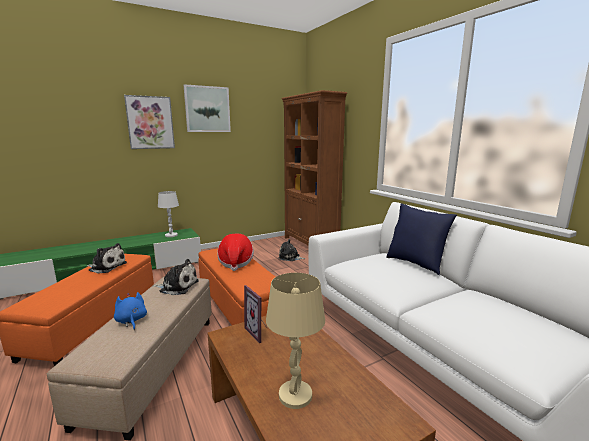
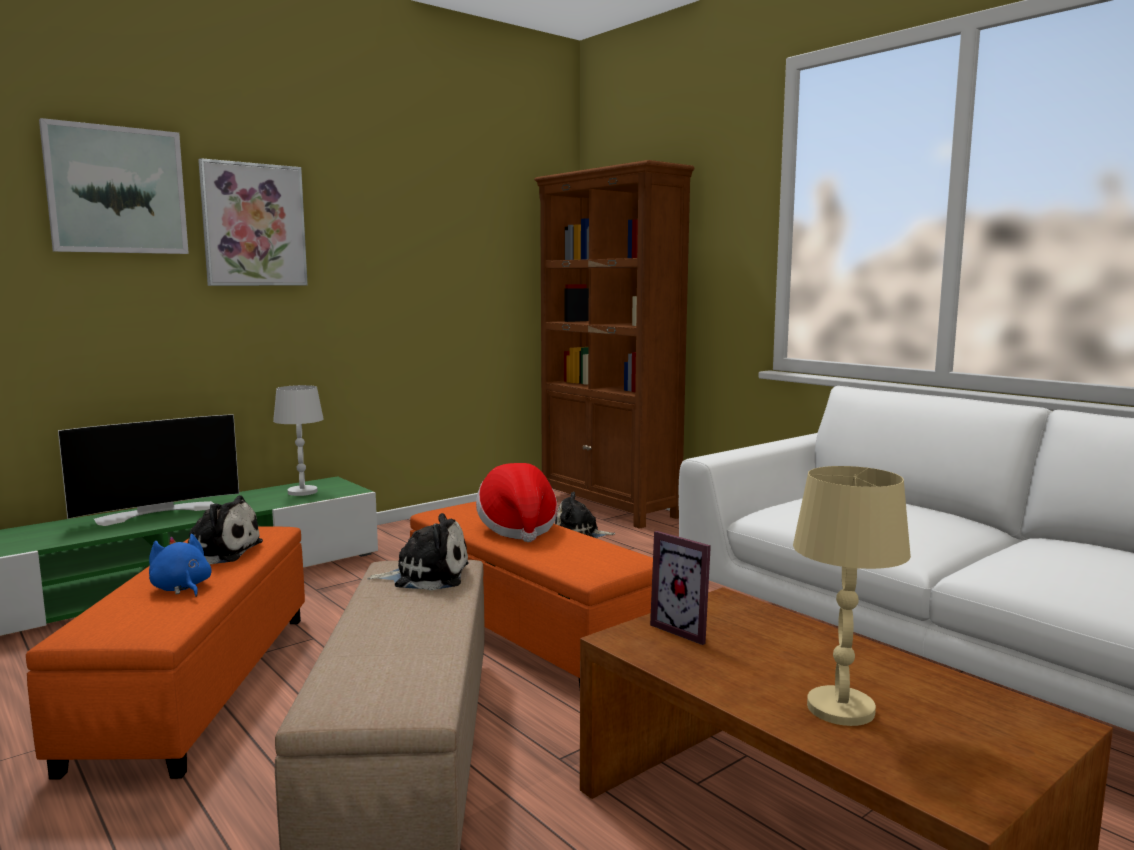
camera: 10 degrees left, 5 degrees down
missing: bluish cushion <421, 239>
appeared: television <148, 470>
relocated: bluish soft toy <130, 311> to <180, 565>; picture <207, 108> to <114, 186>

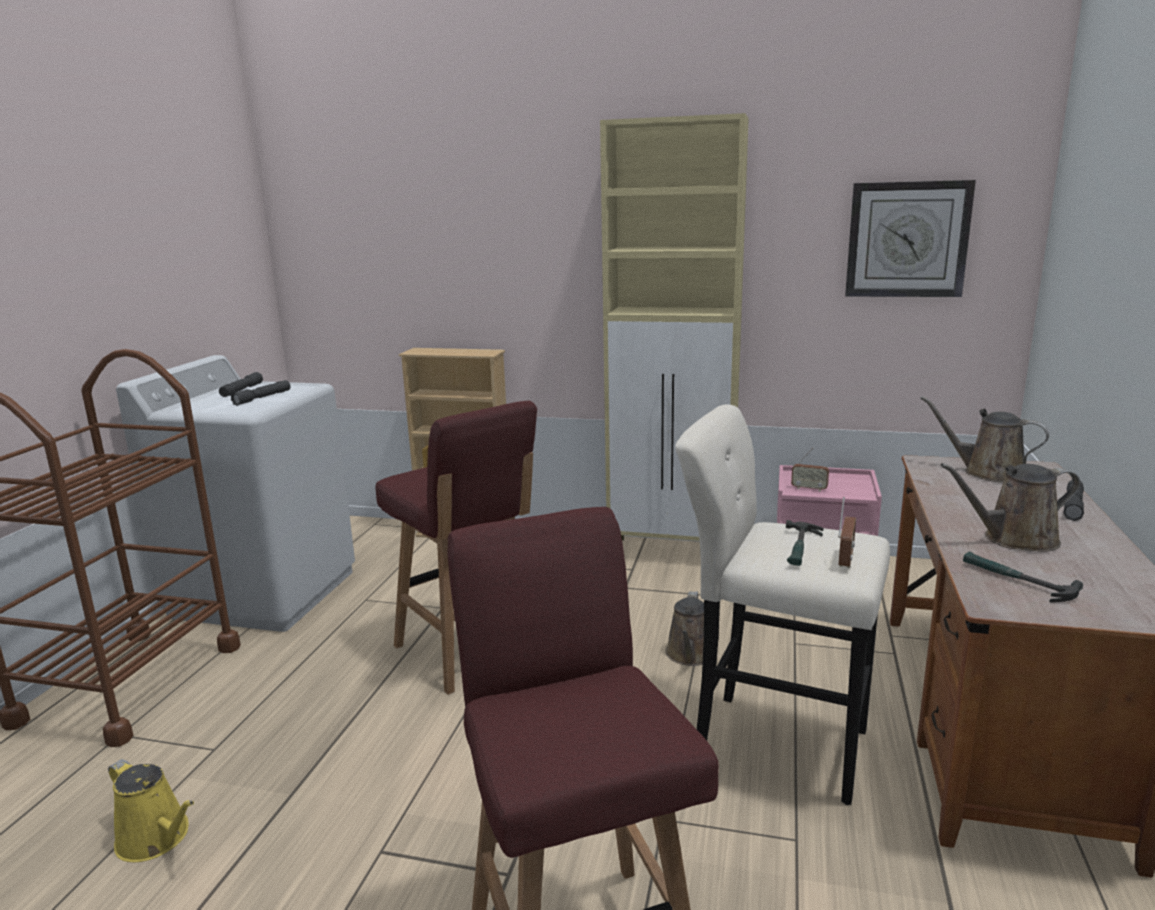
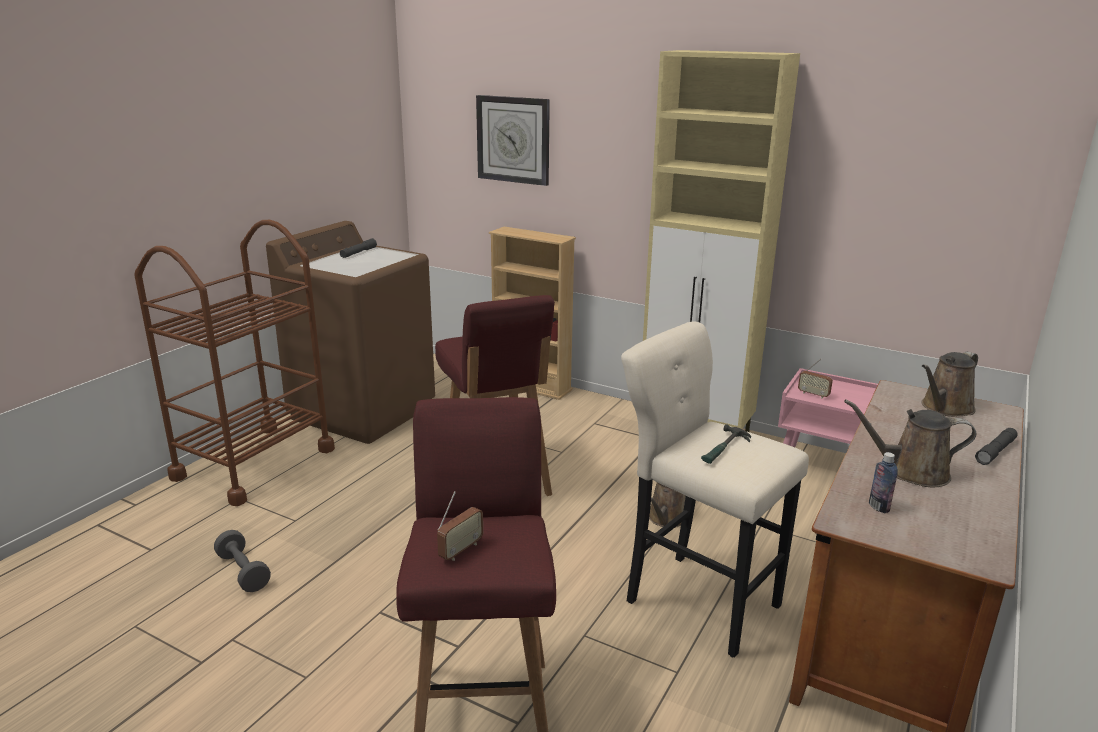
camera: 15 degrees right, 5 degrees up
missing: gray flashlight <260, 393>
relocated: radio <847, 532> to <460, 526>; clock on the wall <910, 238> to <513, 140>
exchanged: yellow-coloured watering can <151, 810> to gray dumbbell <242, 561>; hand hammer <1023, 577> to bottle <883, 482>
colour: white-coloured laundry appliance <235, 493> to brown-coloured laundry appliance <350, 332>
spun: brown-coloured watering can <984, 439> = <950, 384> 90 degrees counterclockwise

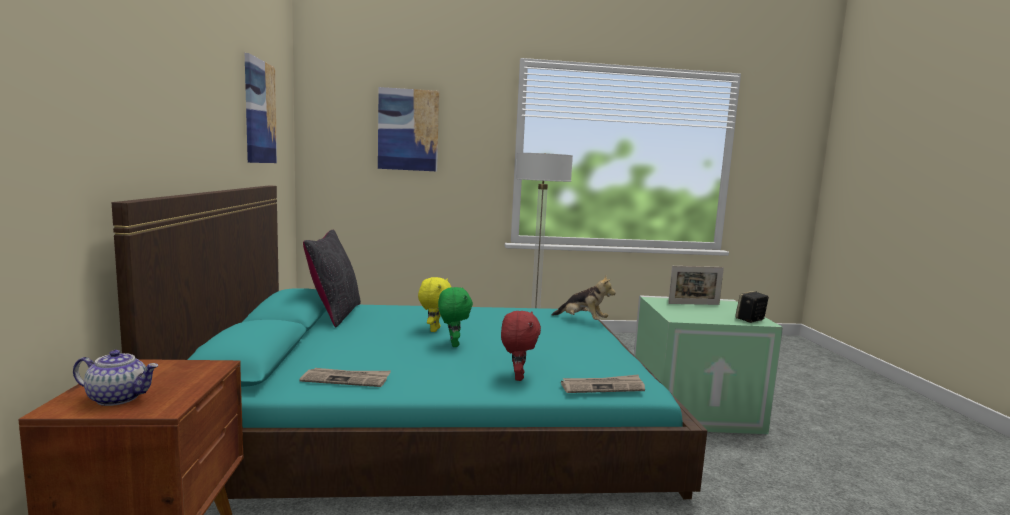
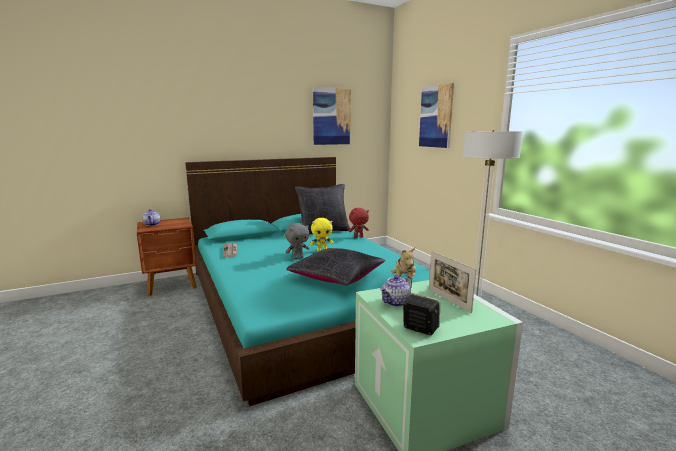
camera: 70 degrees right, 5 degrees up
missing: newspaper <603, 384>
appeared: black cushion <335, 266>; teapot <396, 291>
relocated: red soft toy <521, 346> to <359, 223>
colour: greenish soft toy <455, 317> to gray soft toy <297, 241>

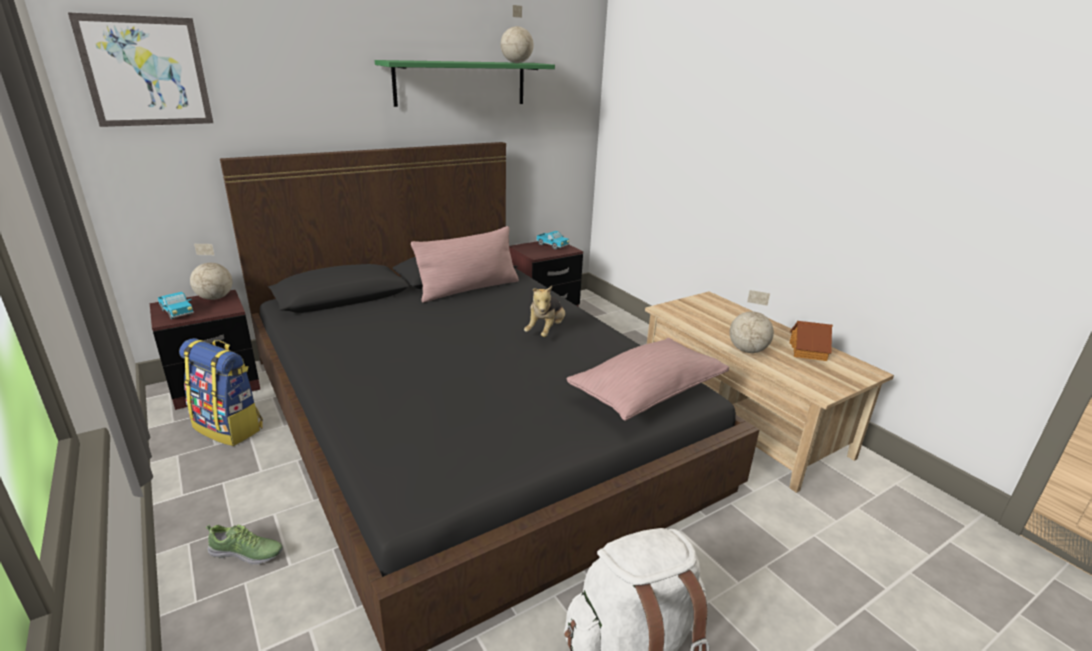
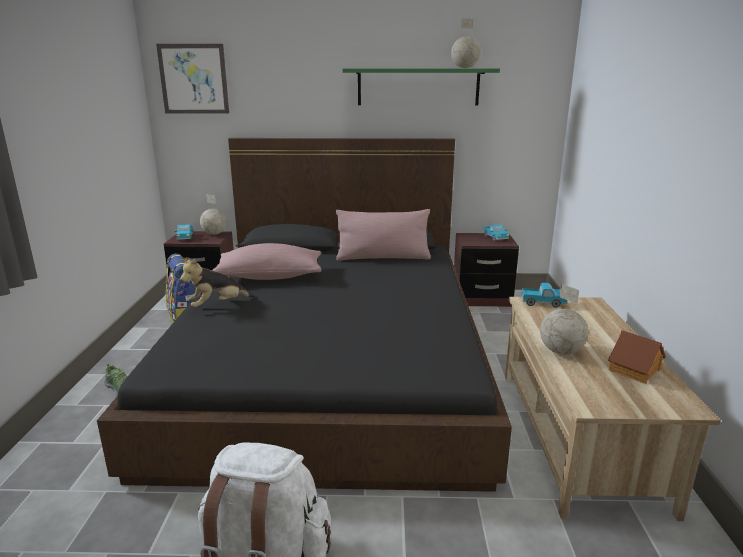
camera: 35 degrees right, 5 degrees down
appeared: toy lorry <544, 295>
relocated: soft toy <544, 311> to <216, 283>; pink-coloured cushion <647, 379> to <266, 261>

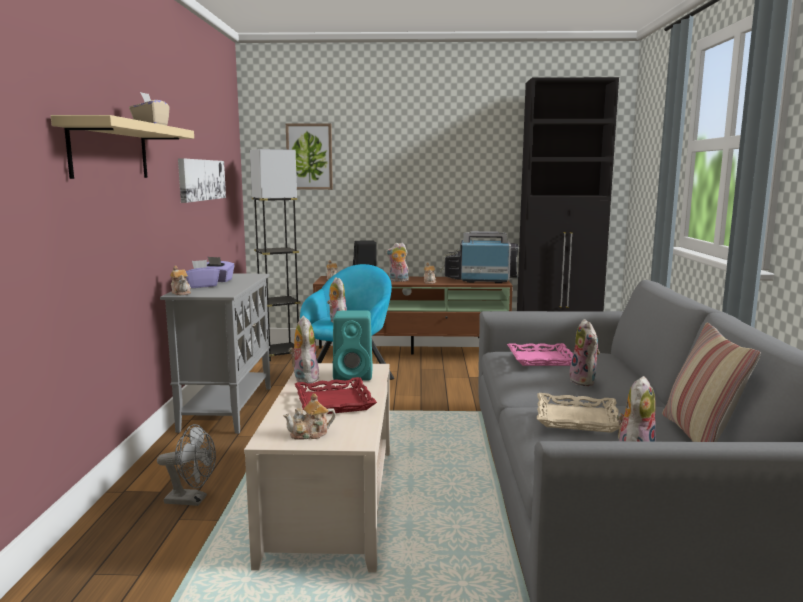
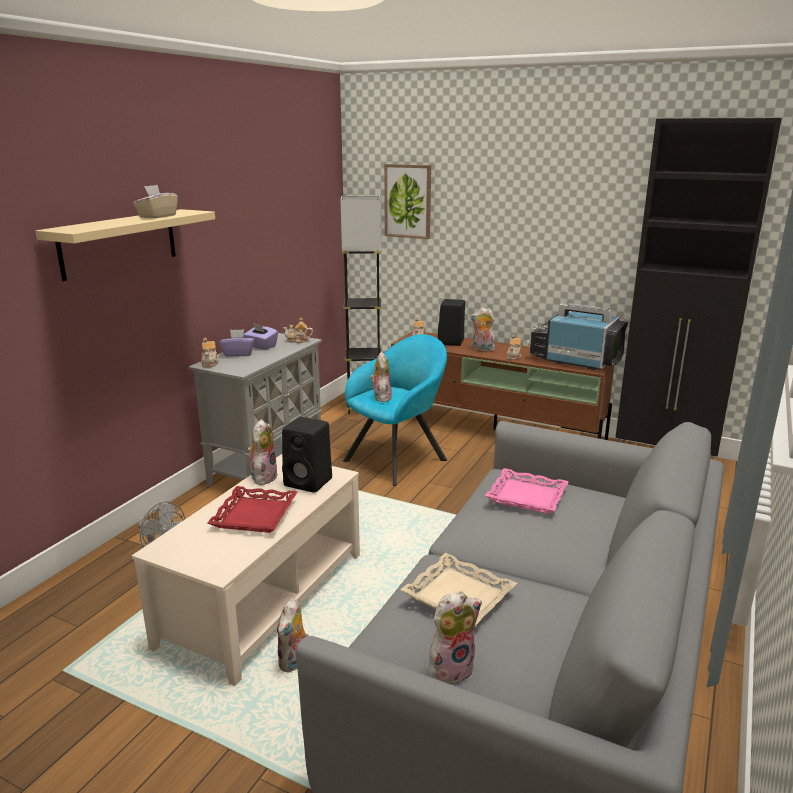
camera: 25 degrees right, 10 degrees up
missing: picture <202, 180>; cushion <711, 382>
relocated: teapot <309, 416> to <298, 330>; soft toy <584, 352> to <293, 635>
colour: turquoise-coloured speaker <353, 346> to black speaker <307, 455>

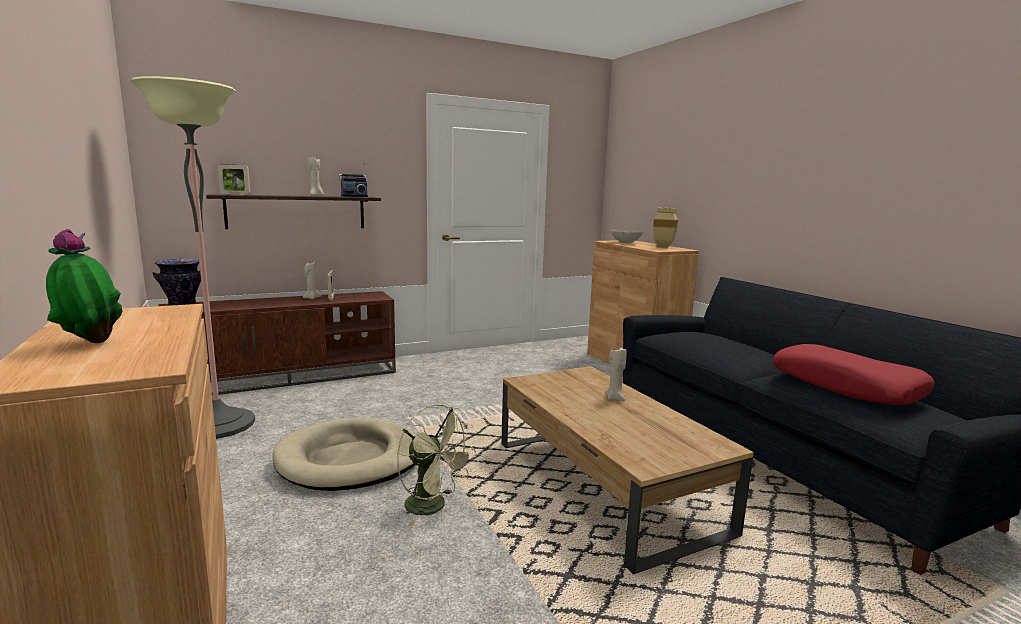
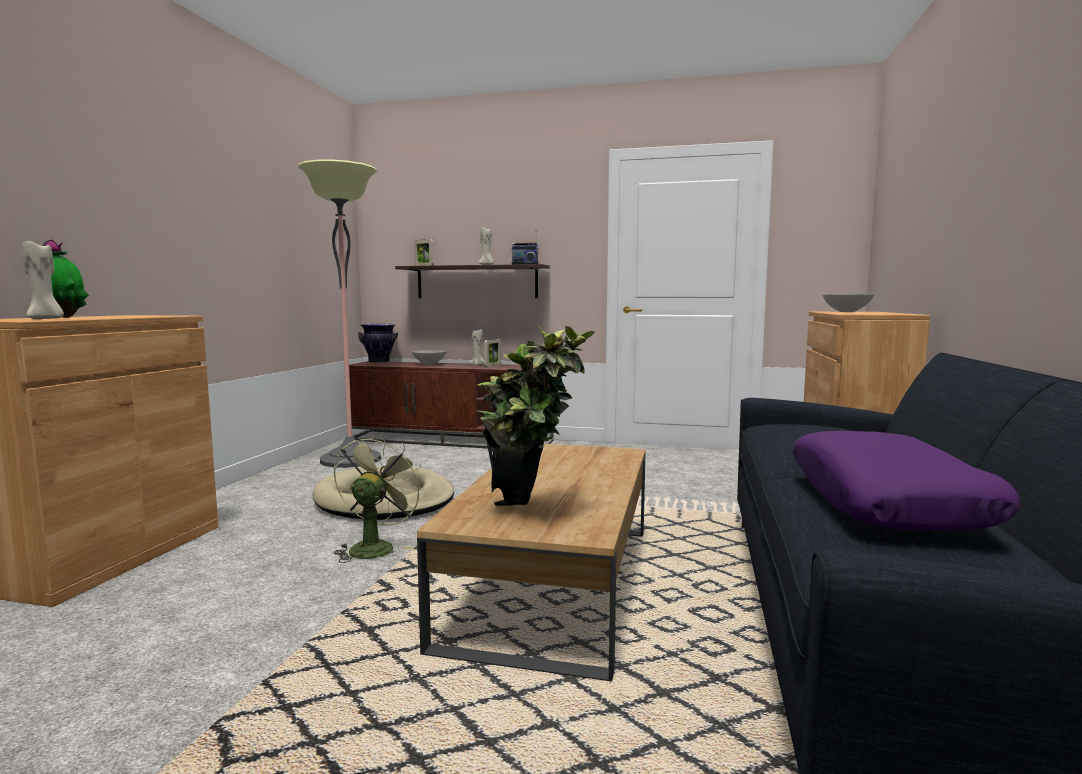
camera: 40 degrees right, 5 degrees down
missing: beige-coloured vase <665, 227>
appeared: white-coloured bowl <429, 357>; plant in a pot <536, 415>
relocated: beige-coloured wax candle <615, 373> to <43, 279>
colour: red cushion <853, 374> to purplish cushion <907, 480>
spun: greenish fan <436, 465> = <379, 498> 150 degrees counterclockwise

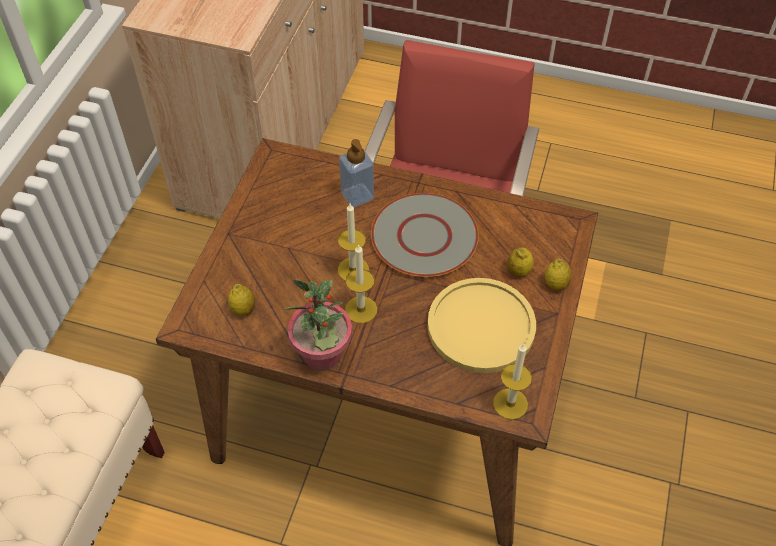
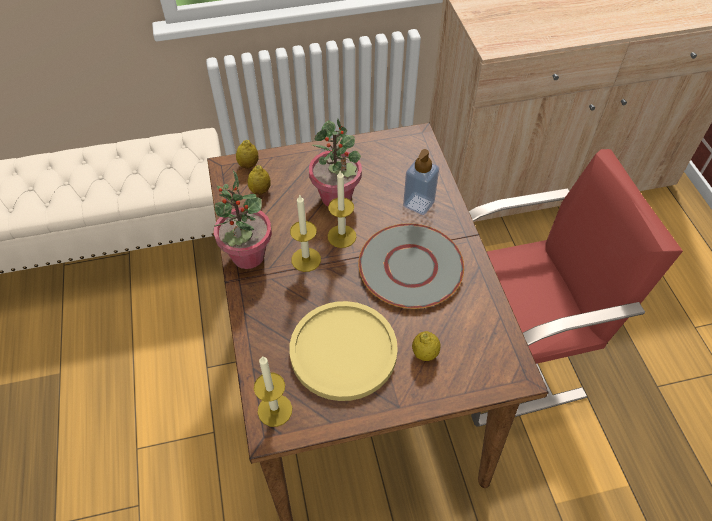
camera: 60 degrees right, 0 degrees up
appeared: plant in a pot <335, 162>
relocated: whole lemon <558, 274> to <247, 154>

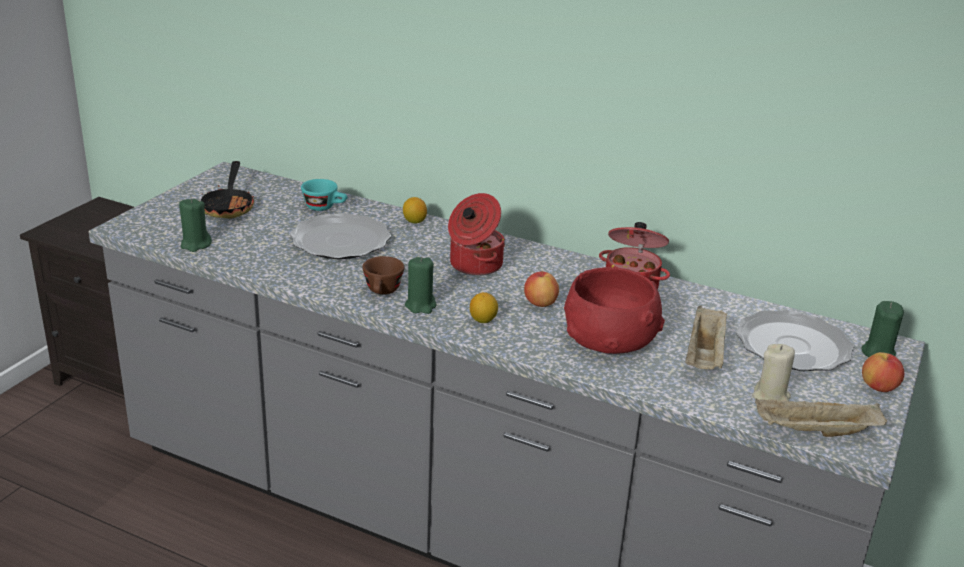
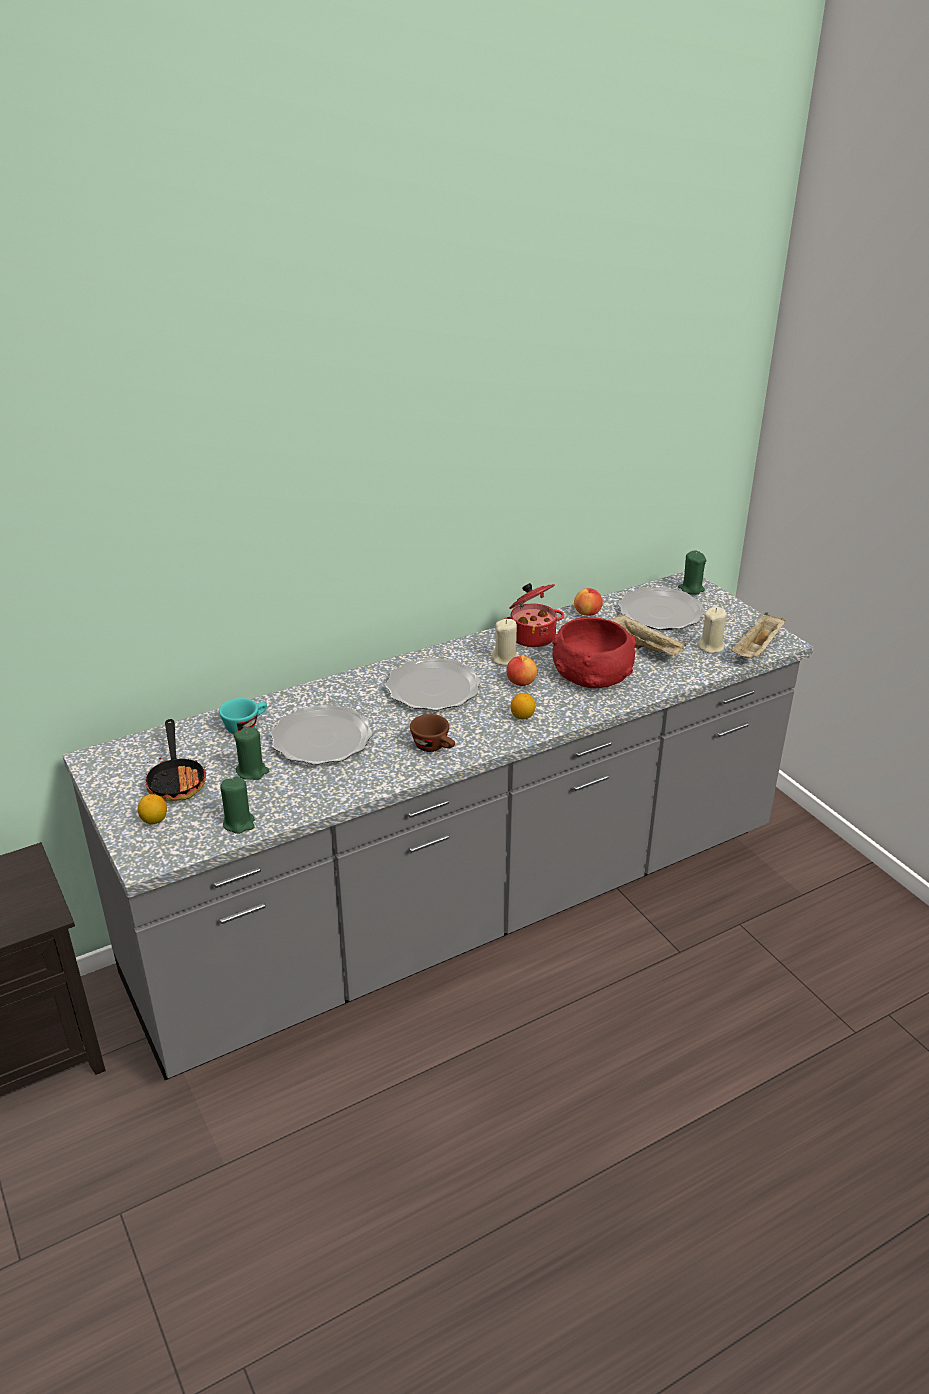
camera: 55 degrees left, 5 degrees up
appeared: beige-coloured wax candle <505, 642>
relocated: whole lemon <415, 210> to <152, 809>; greenish wax candle <421, 285> to <251, 753>; apple fruit <883, 372> to <588, 602>
exchanged: cooking pot <476, 234> to dinner plate <433, 684>
spun: pan <227, 189> = <175, 760> 45 degrees clockwise

